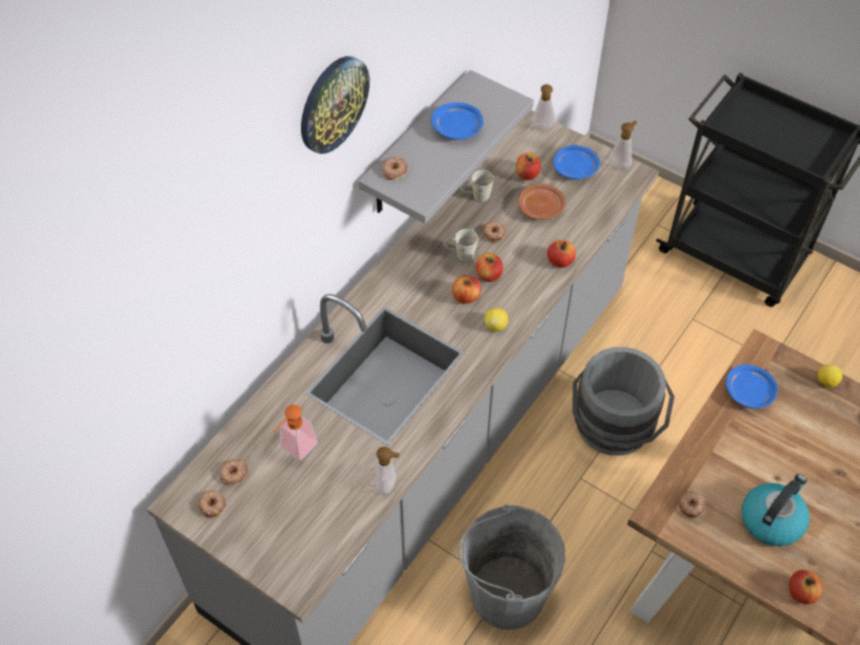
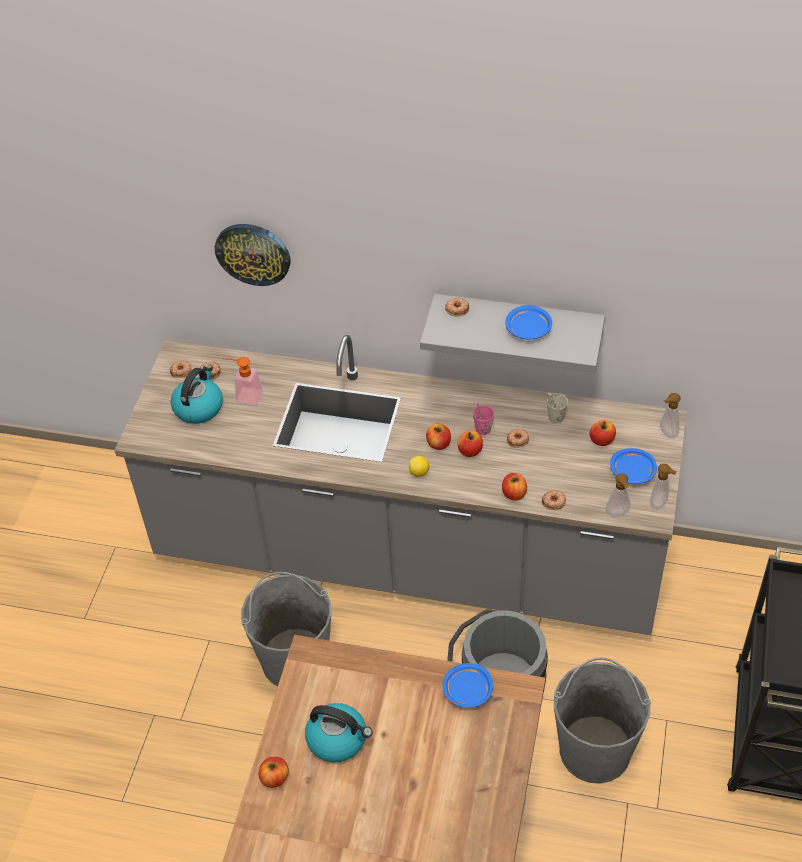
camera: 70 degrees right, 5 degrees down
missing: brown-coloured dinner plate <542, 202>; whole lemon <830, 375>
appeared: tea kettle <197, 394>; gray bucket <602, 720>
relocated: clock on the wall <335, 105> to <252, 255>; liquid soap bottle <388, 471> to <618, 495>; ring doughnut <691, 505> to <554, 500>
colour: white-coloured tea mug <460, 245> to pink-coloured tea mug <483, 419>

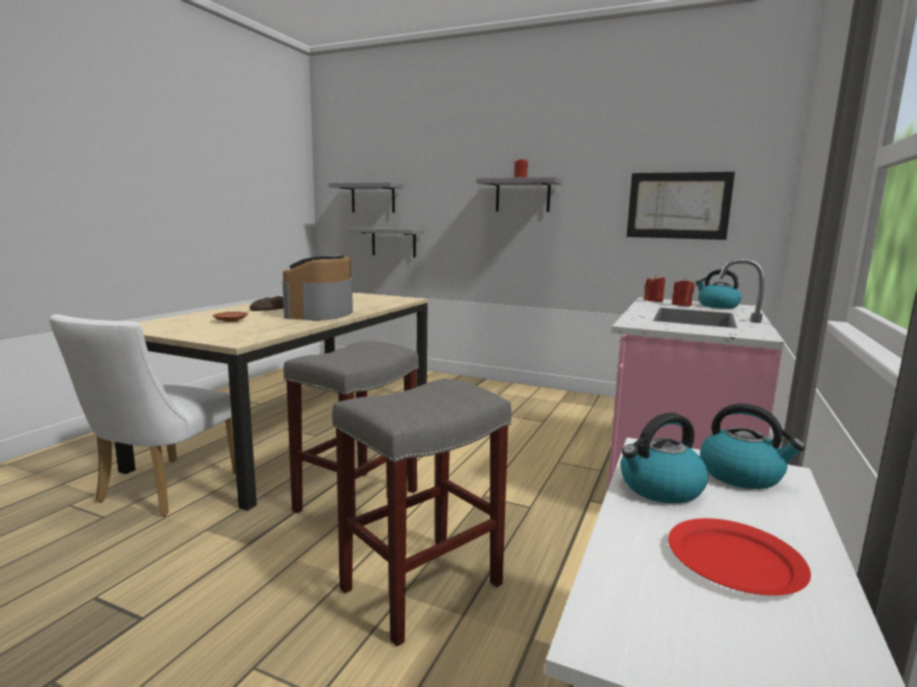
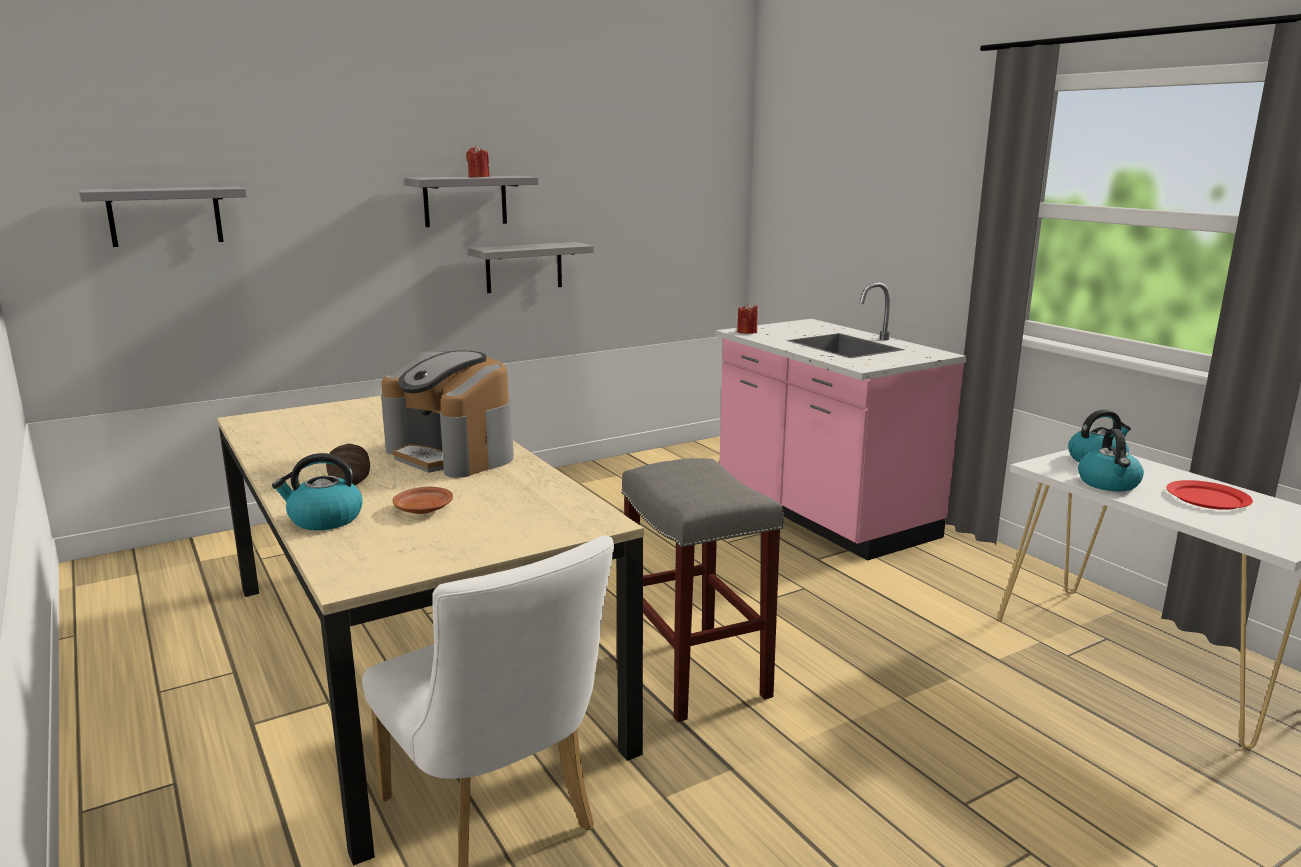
camera: 55 degrees left, 5 degrees up
missing: gray sitting stool <422, 512>; picture <681, 206>; red wax candle <683, 292>
relocated: gray wall shelf <387, 242> to <531, 267>; tea kettle <718, 289> to <317, 491>

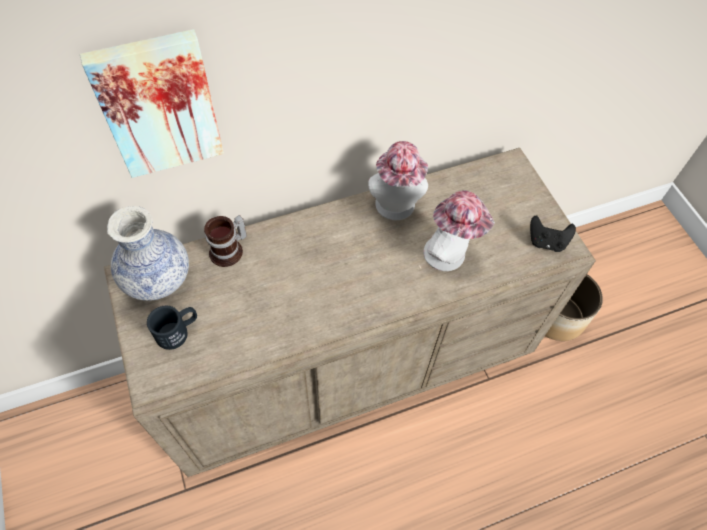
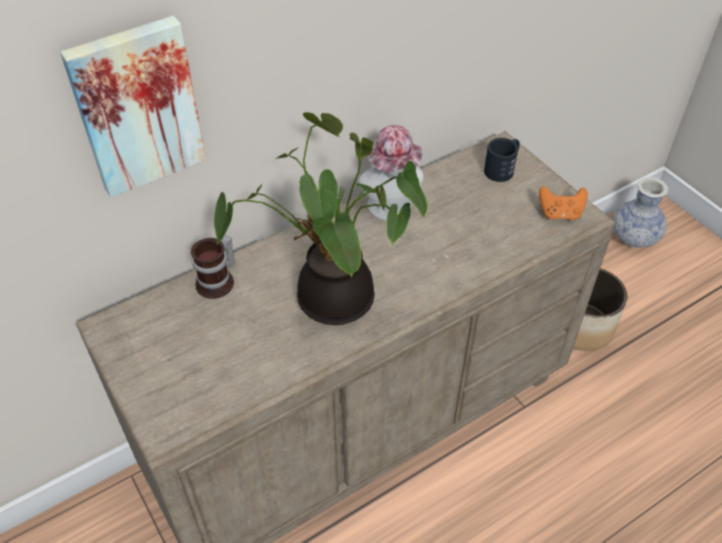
camera: 10 degrees left, 10 degrees down
missing: clothing hat <459, 230>
appeared: plant in a pot <320, 218>
relocated: vase <148, 253> to <640, 212>; black tea mug <172, 328> to <502, 160>
colour: black gamepad <553, 233> to orange-coloured gamepad <563, 203>

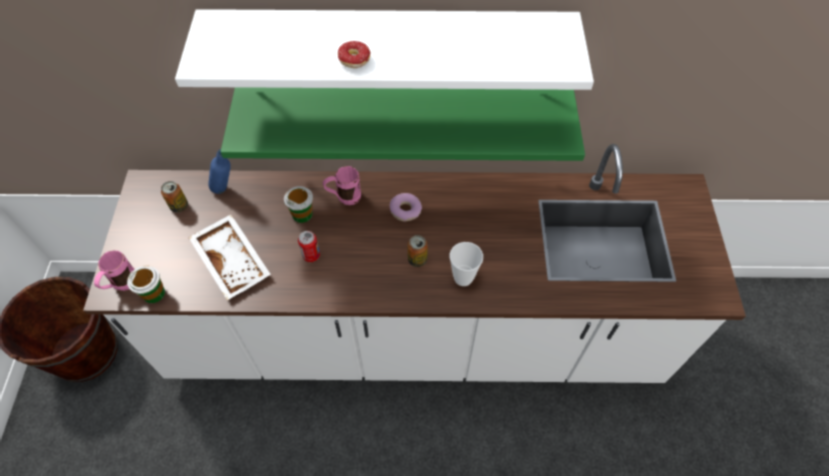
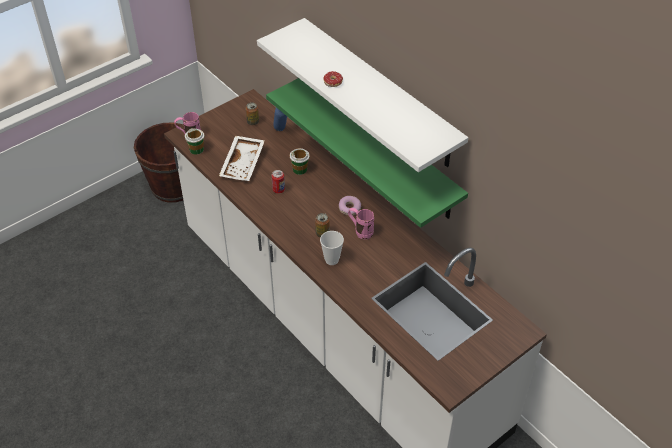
camera: 50 degrees right, 10 degrees down
relocated: pink-coloured tea mug <342, 185> to <361, 224>

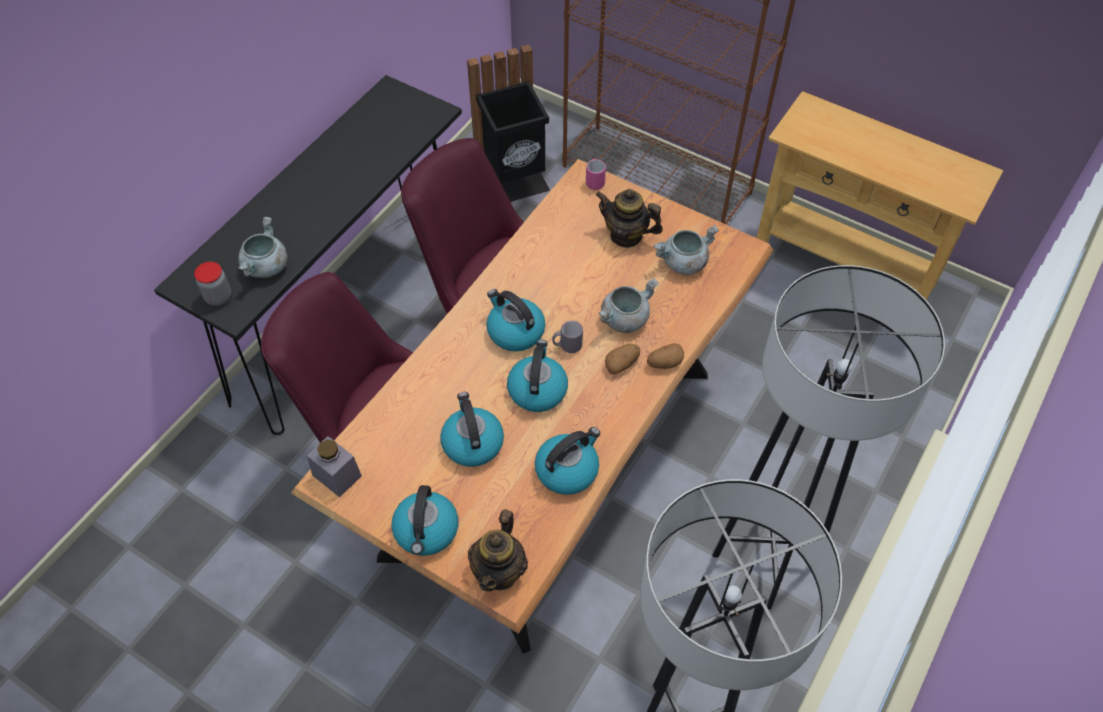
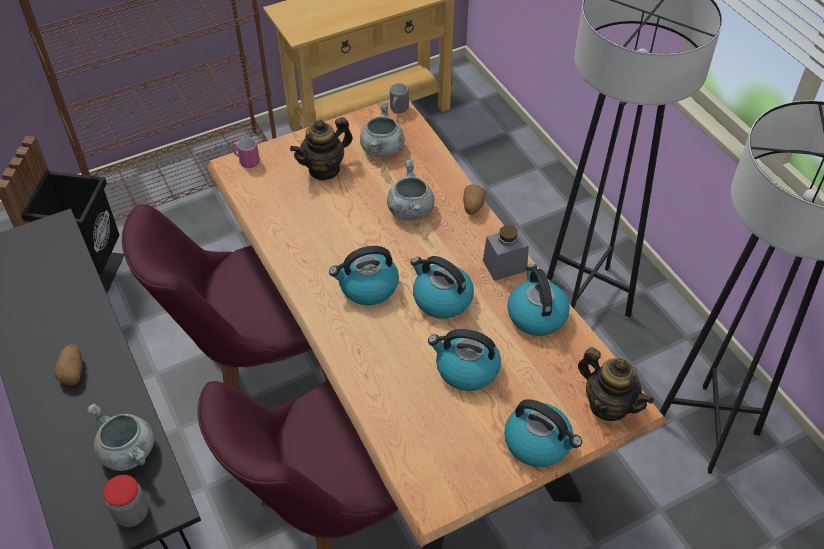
camera: 60 degrees left, 5 degrees down
relocated: gray jar <334, 466> to <506, 253>; gray tea mug <567, 337> to <399, 98>; spud <622, 359> to <68, 364>

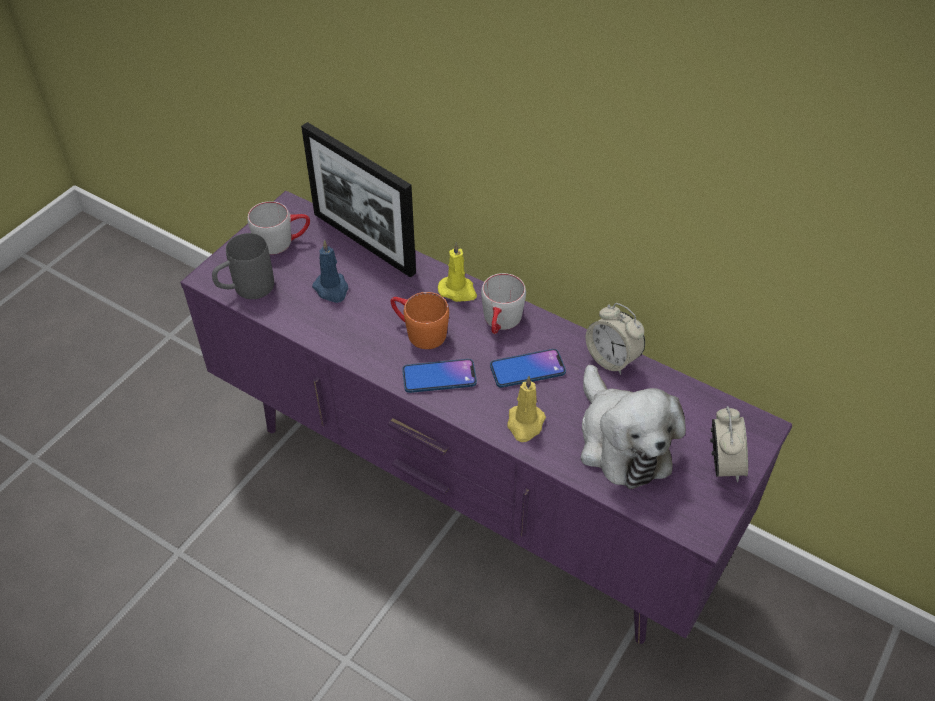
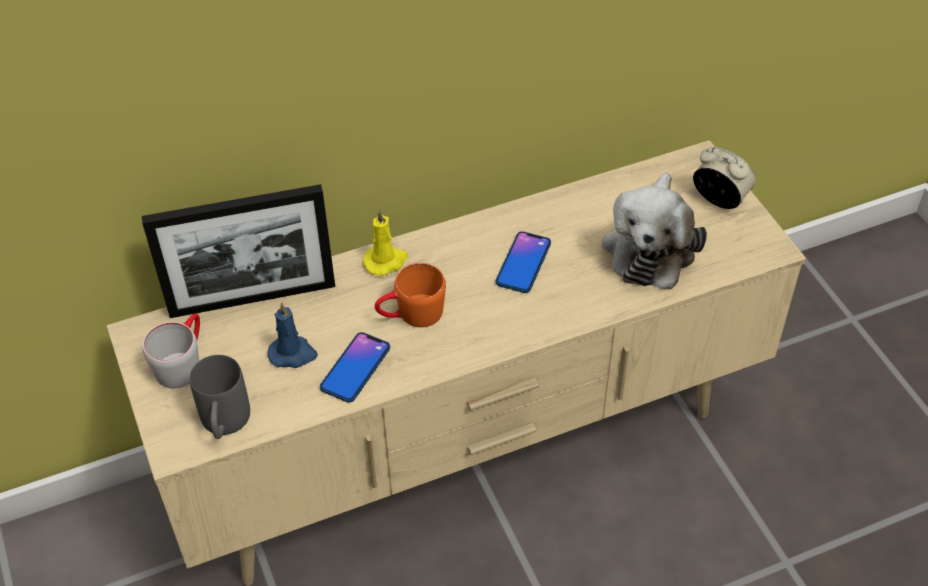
camera: 55 degrees left, 0 degrees up
missing: gray tea mug <503, 303>; yellow-coloured wax candle <526, 409>; alarm clock <615, 339>
relocated: handset <439, 376> to <355, 367>
colour: purplish tv stand <486, 417> to beige-coloured tv stand <456, 363>
spun: soft toy <633, 427> = <654, 230> 90 degrees clockwise

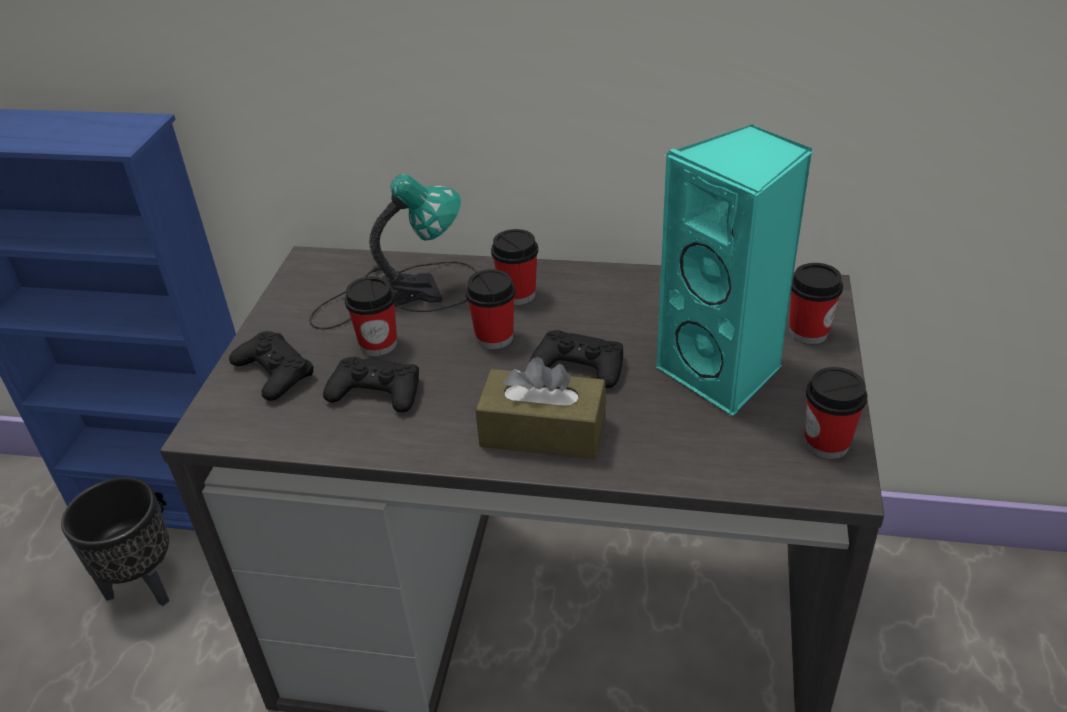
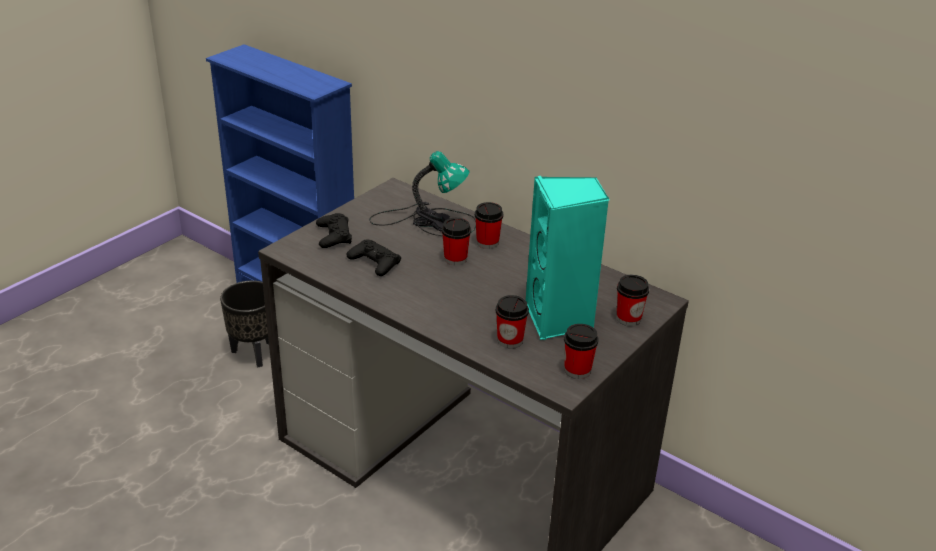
camera: 25 degrees right, 5 degrees down
missing: brown-coloured tissue holder <540, 408>; black gamepad <576, 359>
relocated: cup <371, 316> to <512, 322>

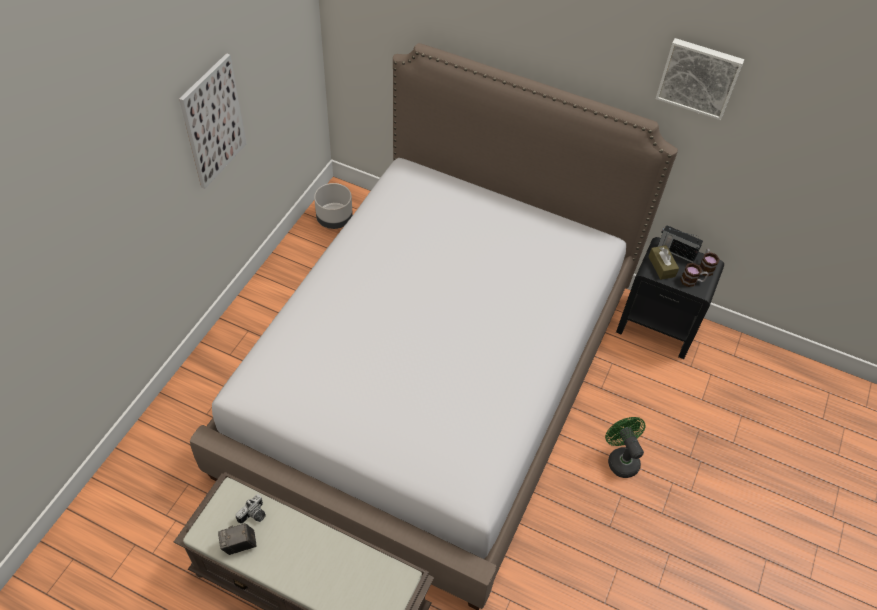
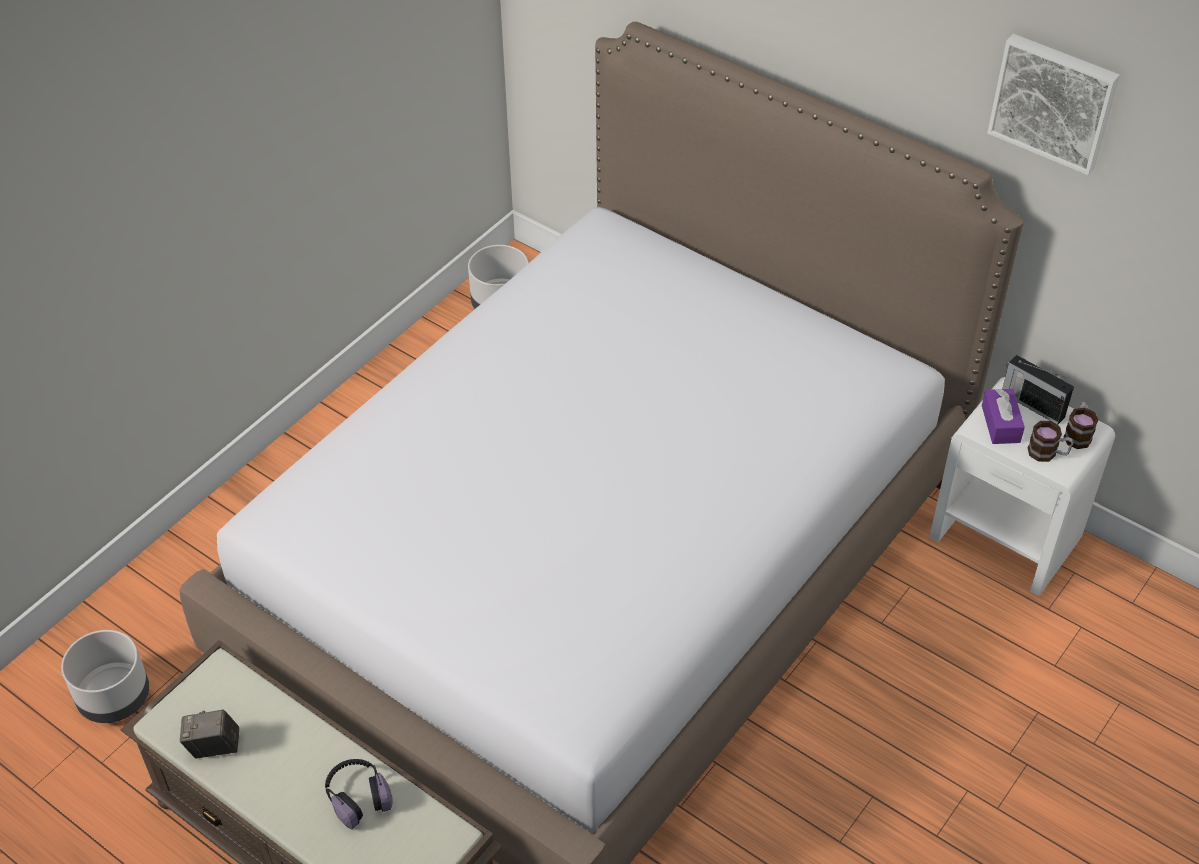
camera: 15 degrees right, 5 degrees down
missing: picture <212, 121>; photo camera <251, 509>; greenish fan <625, 447>
appeared: gray planter <105, 676>; headphones <358, 794>
colour: black night table <670, 298> to white-coloured night table <1022, 486>; brown-coloured tissue holder <663, 262> to purplish tissue holder <1003, 416>

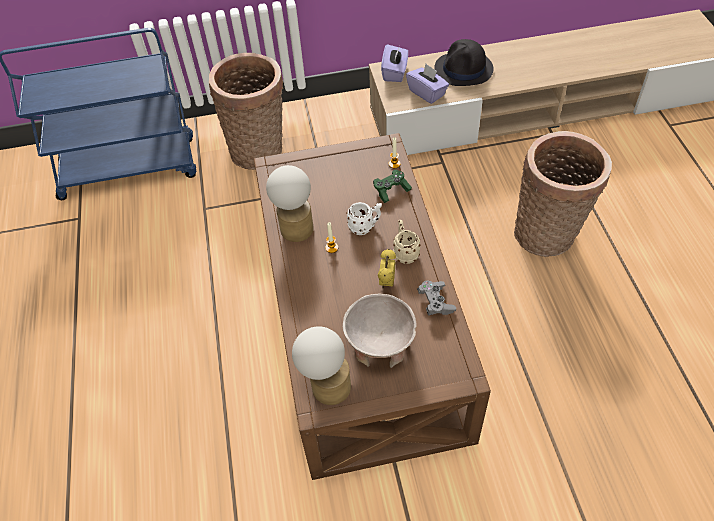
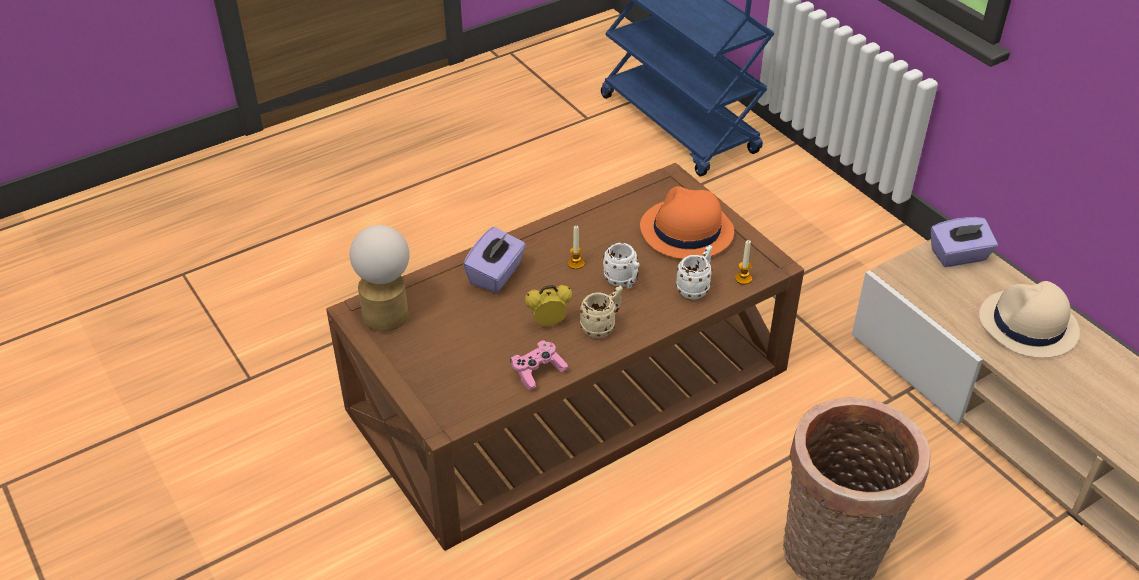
camera: 65 degrees right, 10 degrees down
missing: storage basket <246, 111>; table lamp <290, 203>; beige-coloured bowl <380, 331>
appeared: orange-coloured clothing hat <687, 222>
relocated: purplish tissue holder <427, 84> to <494, 260>
exchanged: greenish gamepad <392, 186> to white-coloured tea mug <694, 272>
colour: gray gamepad <436, 298> to pink-coloured gamepad <539, 365>; black clothing hat <464, 62> to beige-coloured clothing hat <1029, 319>

